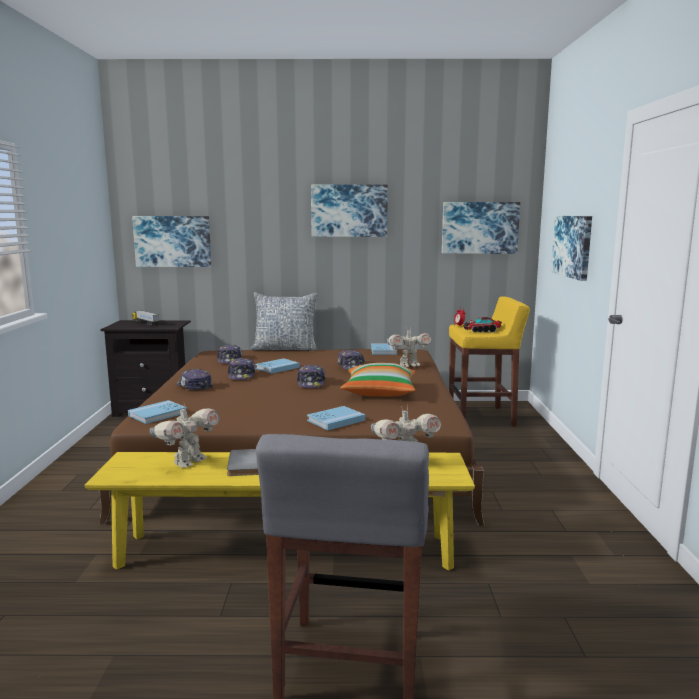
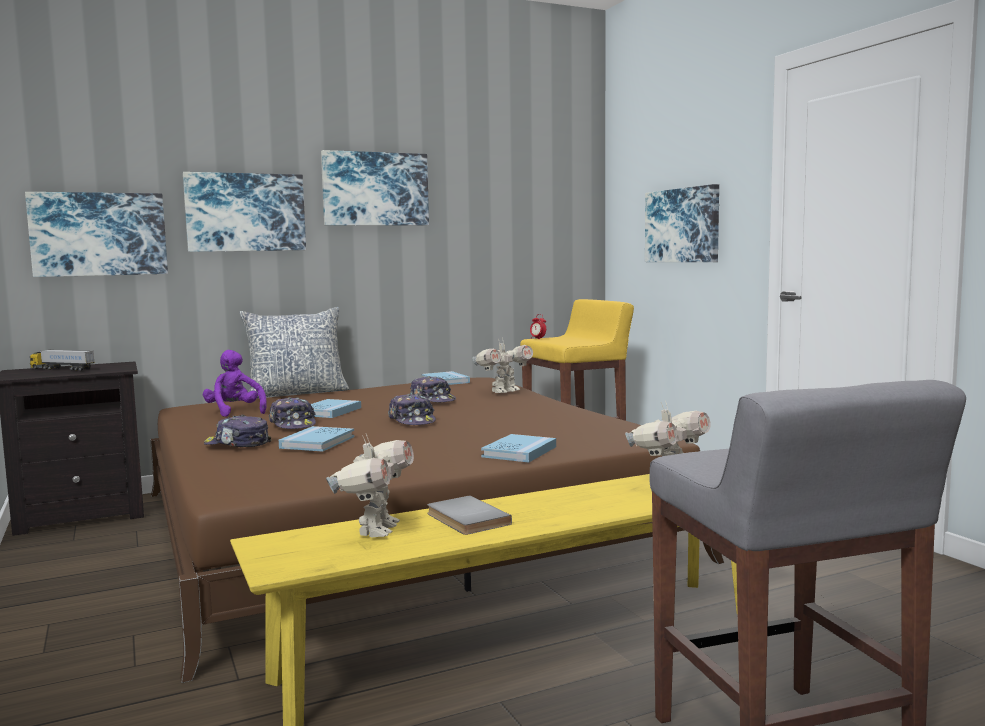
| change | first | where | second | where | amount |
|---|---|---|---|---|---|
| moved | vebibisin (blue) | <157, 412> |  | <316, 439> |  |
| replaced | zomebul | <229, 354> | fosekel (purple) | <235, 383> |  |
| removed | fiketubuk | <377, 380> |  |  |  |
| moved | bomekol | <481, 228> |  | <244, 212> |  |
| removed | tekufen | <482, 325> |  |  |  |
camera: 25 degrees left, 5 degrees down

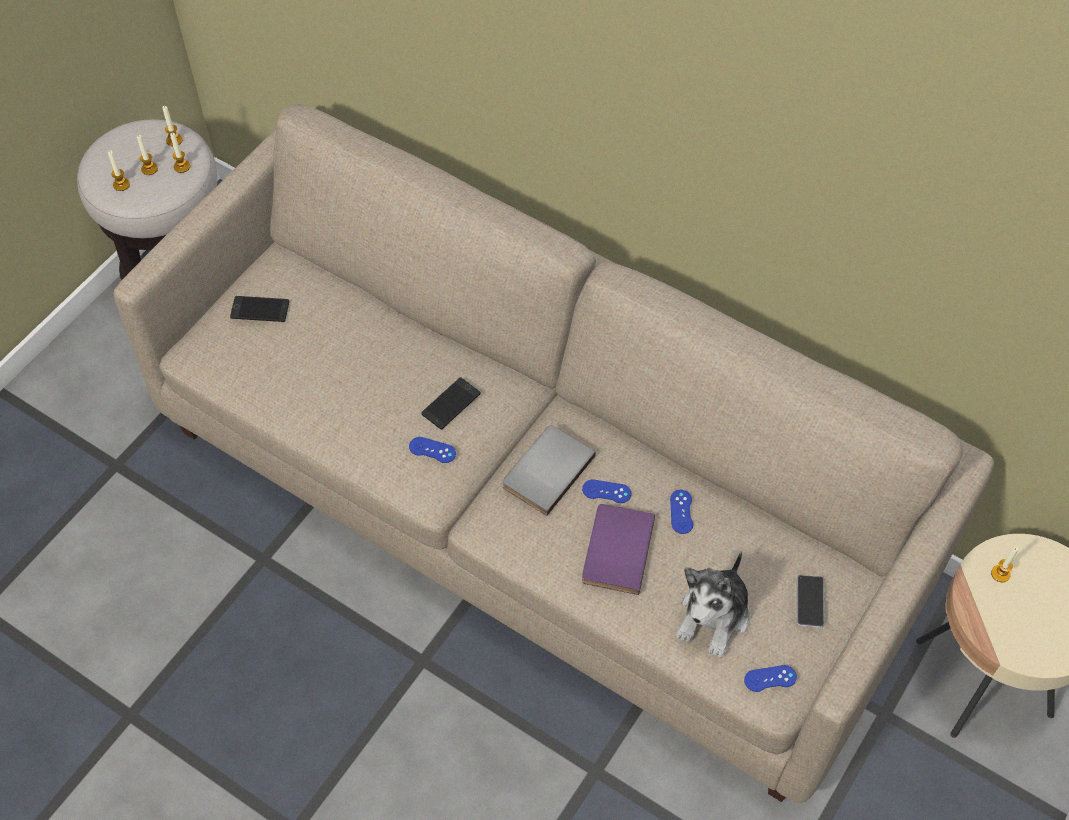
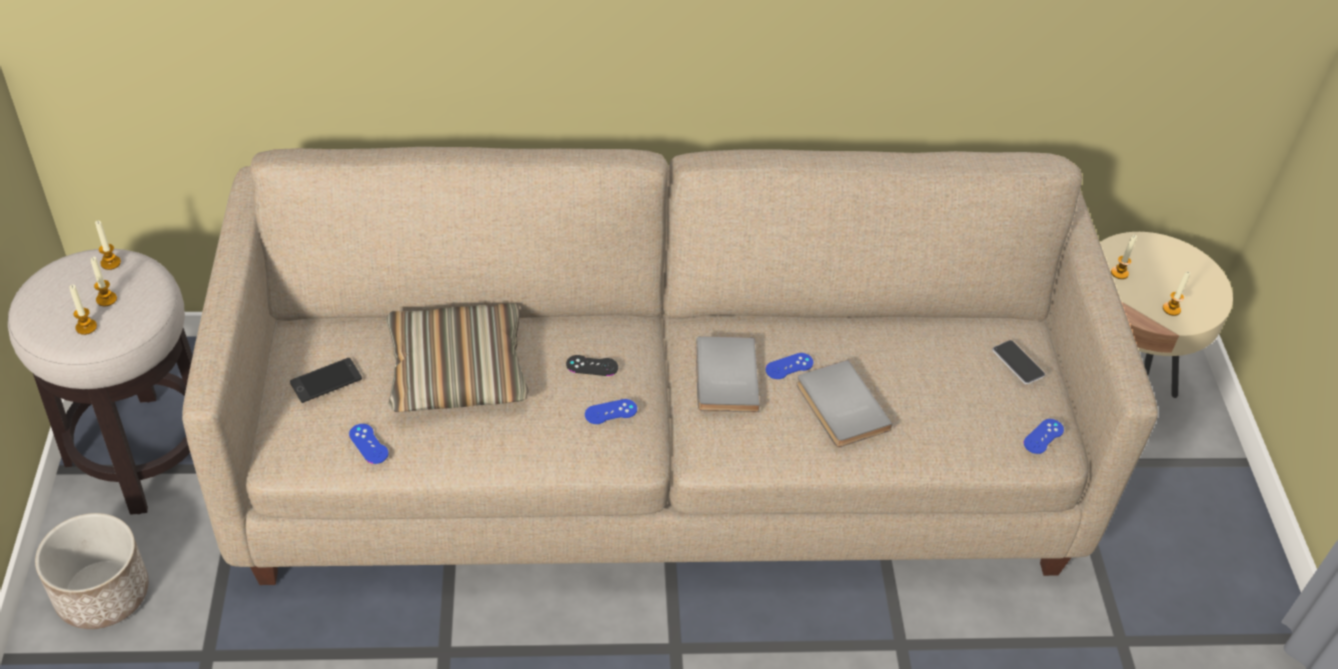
| change | first | where | second | where | amount |
|---|---|---|---|---|---|
| moved | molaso | <180, 153> |  | <1177, 293> |  |
| replaced | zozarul | <451, 403> | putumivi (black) | <592, 365> |  |
| recoloured | vebibisin (purple) | <618, 549> | vebibisin (grey) | <845, 403> |  |
| moved | putumivi (blue) | <681, 512> |  | <369, 444> |  |
| removed | fosekel | <713, 604> |  |  |  |
| added |  |  | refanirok | <92, 571> |  |
| added |  |  | fiketubuk | <457, 357> |  |
camera: 40 degrees left, 10 degrees down

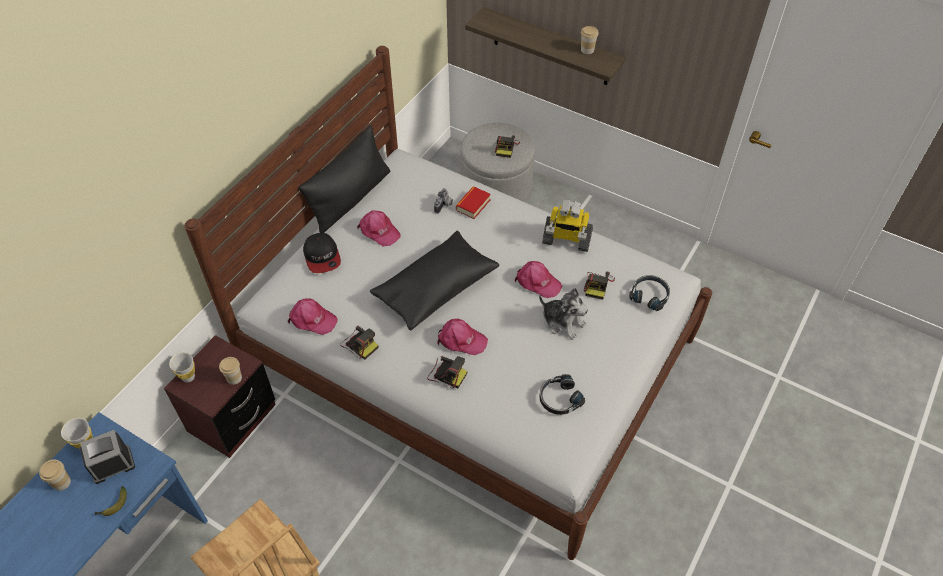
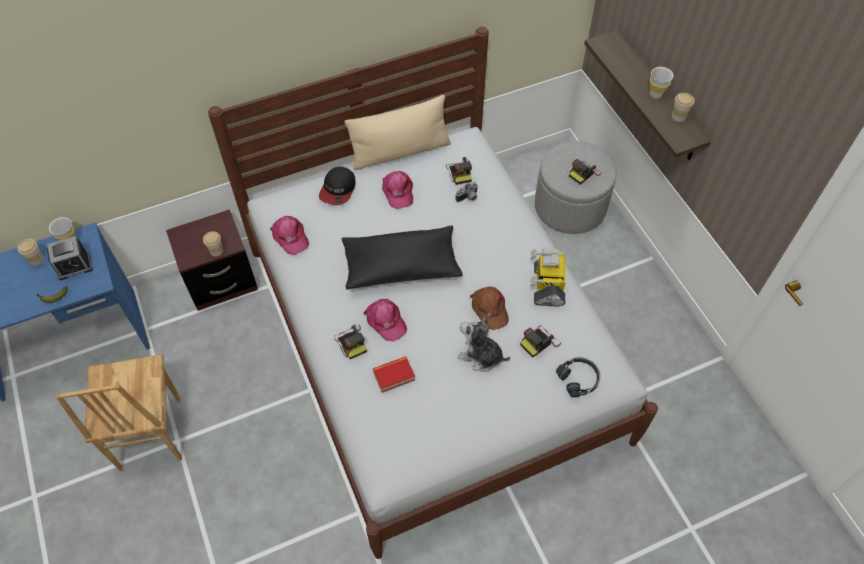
| change | first | where | second | where | amount |
|---|---|---|---|---|---|
| turned | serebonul | <107, 457> |  | <70, 258> | 150 degrees clockwise |
| moved | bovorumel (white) | <182, 367> |  | <662, 83> |  |
| recoloured | fiketubuk (black) | <344, 179> | fiketubuk (beige) | <397, 132> |  |
| moved | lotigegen | <359, 342> |  | <459, 171> |  |
| moved | vebibisin | <473, 203> |  | <394, 374> |  |
| recoloured | zomebul (pink) | <539, 279> | zomebul (brown) | <489, 308> |  |
| turned | fosekel | <563, 314> |  | <484, 343> | 135 degrees clockwise |
| removed | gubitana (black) | <562, 394> |  |  |  |
| turned | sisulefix | <567, 226> |  | <547, 278> | 45 degrees clockwise |
camera: 35 degrees right, 5 degrees up

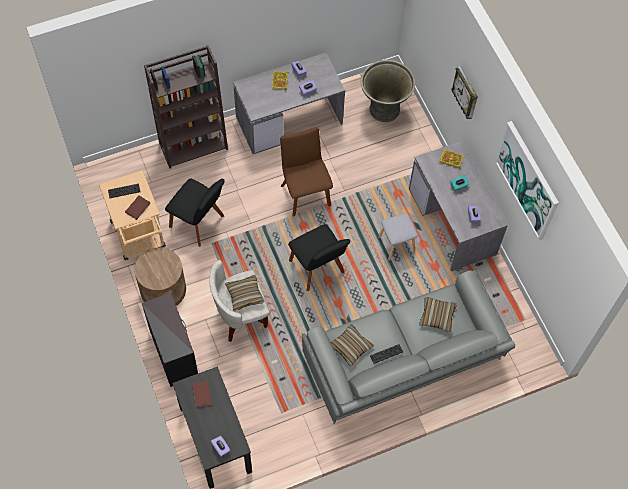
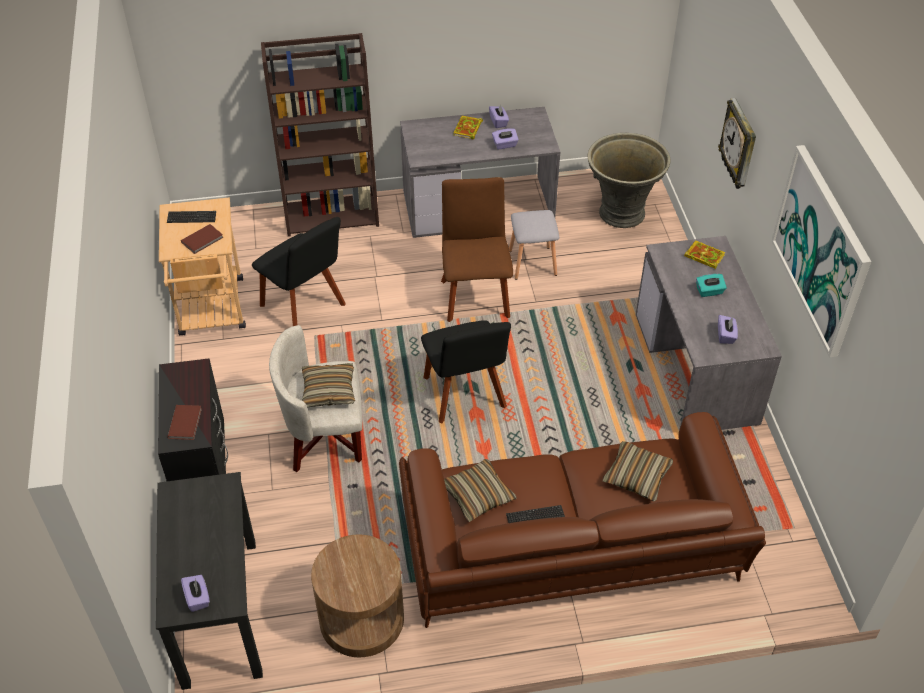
| change | first | where | second | where | amount |
|---|---|---|---|---|---|
| moved | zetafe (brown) | <160, 277> |  | <357, 596> |  |
| moved | vebibisin (brown) | <201, 394> |  | <184, 422> |  |
| recoloured | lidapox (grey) | <408, 347> | lidapox (brown) | <582, 520> |  |
| moved | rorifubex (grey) | <398, 237> |  | <534, 245> |  |
camera: 15 degrees right, 15 degrees down

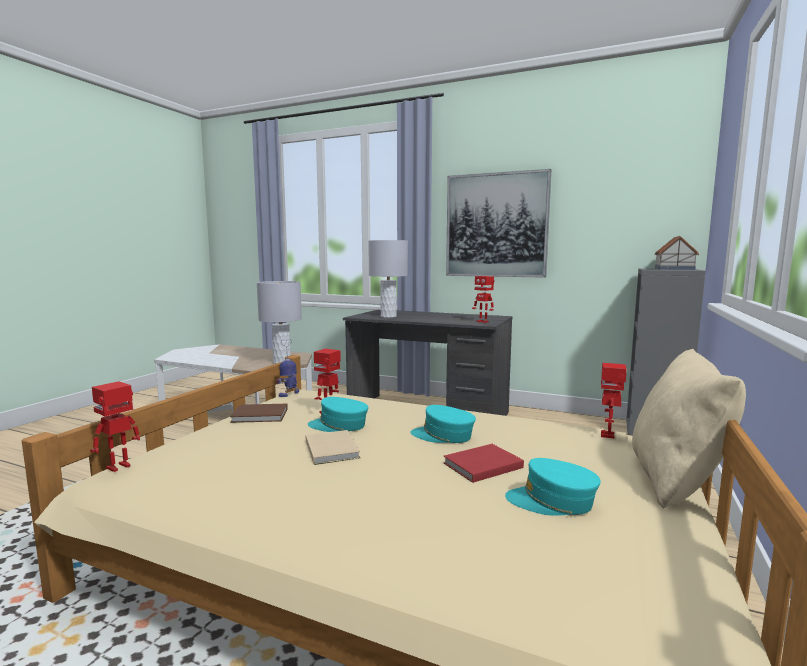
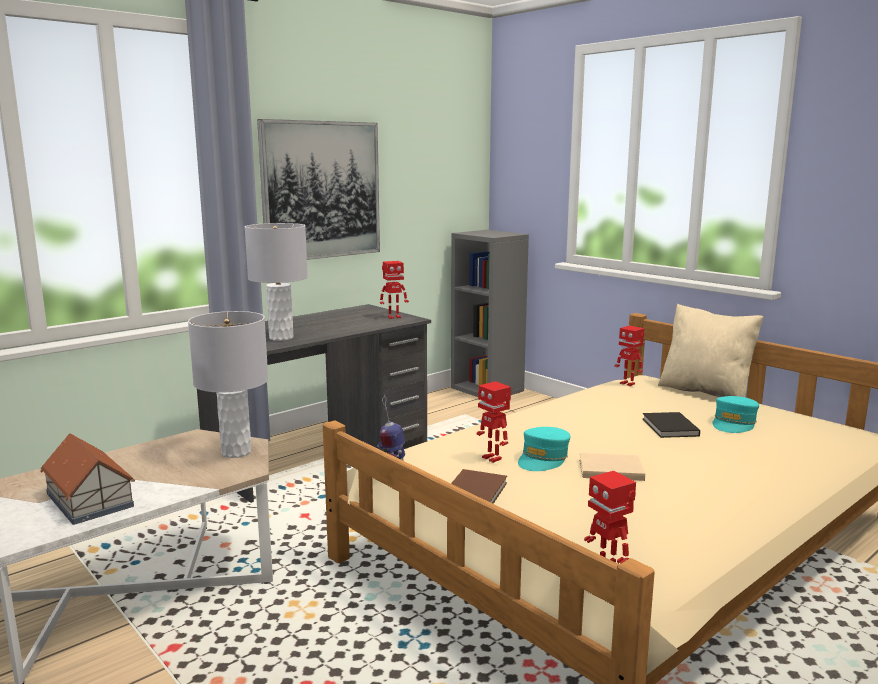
| change | first | where | second | where | amount |
|---|---|---|---|---|---|
| removed | zomebul (turquoise) | <443, 424> |  |  |  |
| recoloured | vebibisin (red) | <484, 463> | vebibisin (black) | <671, 425> |  |
| moved | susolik | <676, 253> |  | <87, 479> |  |
camera: 65 degrees left, 5 degrees up

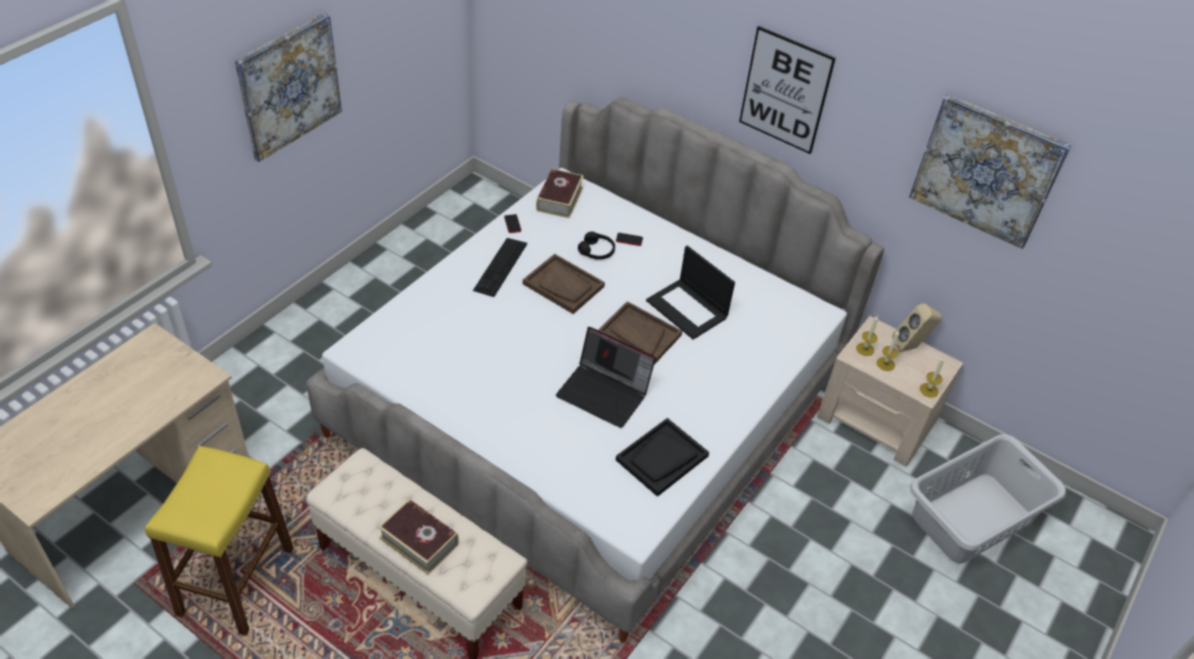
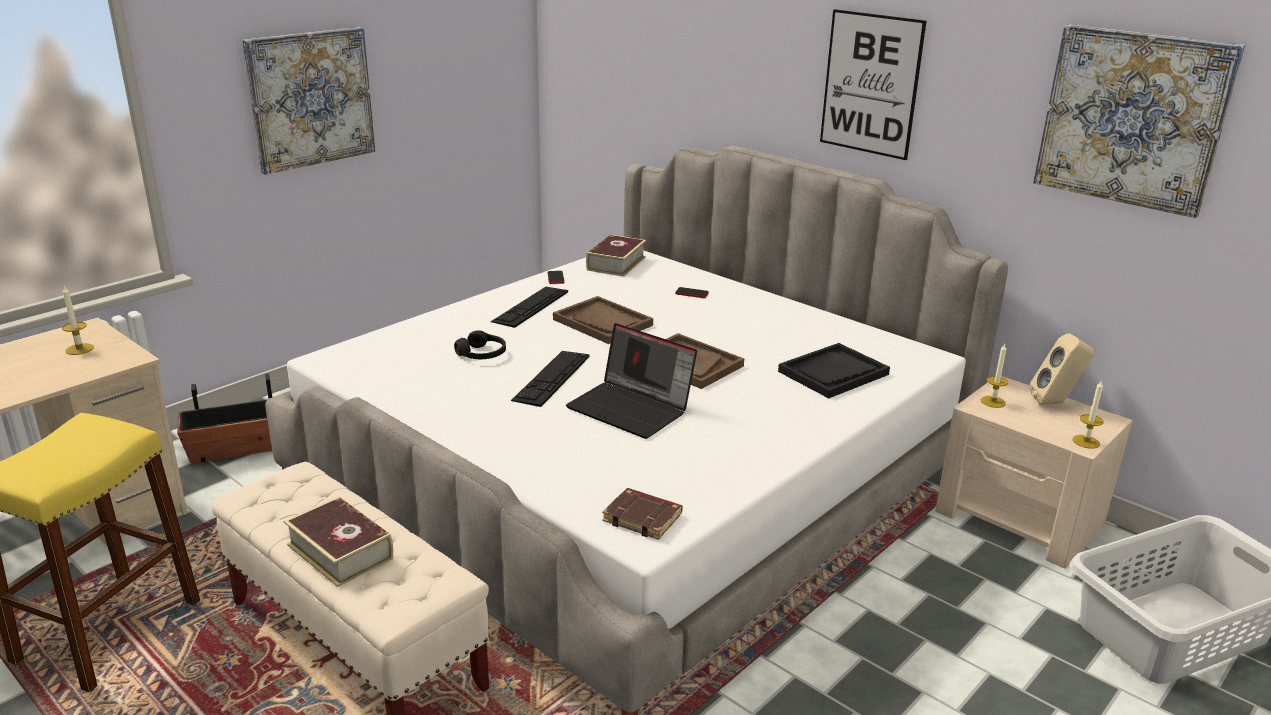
| change | first | where | second | where | amount |
|---|---|---|---|---|---|
| moved | gubitana (black) | <596, 246> |  | <480, 344> |  |
| moved | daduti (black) | <662, 457> |  | <834, 370> |  |
| removed | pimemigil | <690, 292> |  |  |  |
| moved | molaso | <888, 350> |  | <78, 320> |  |
| added |  |  | refanirok | <224, 418> |  |
| added |  |  | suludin | <550, 379> |  |
| added |  |  | vebibisin (brown) | <642, 514> |  |
camera: 10 degrees right, 20 degrees down

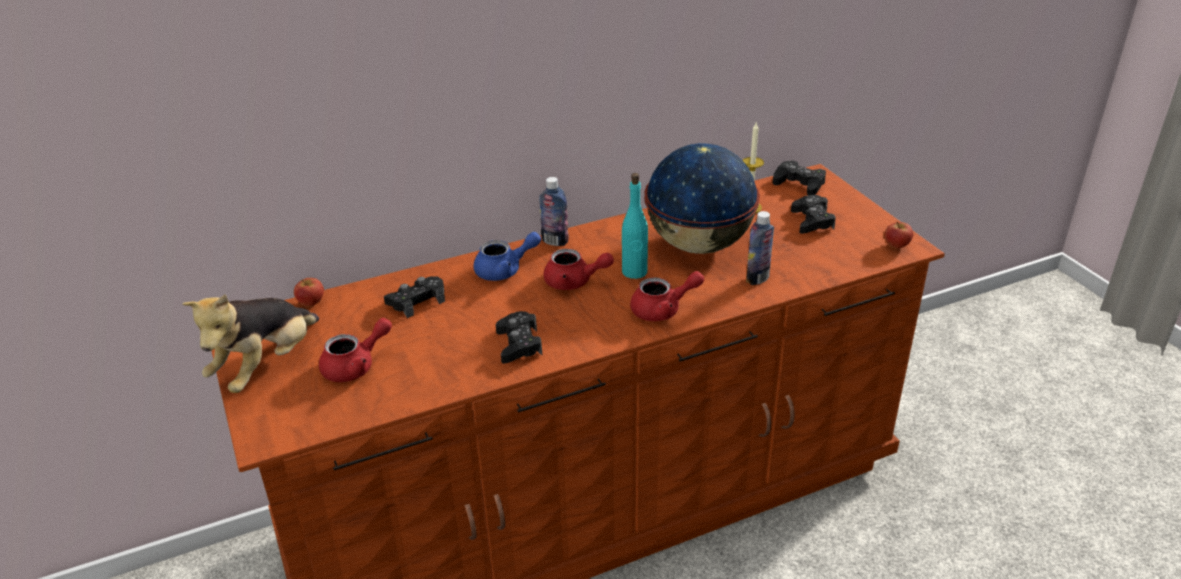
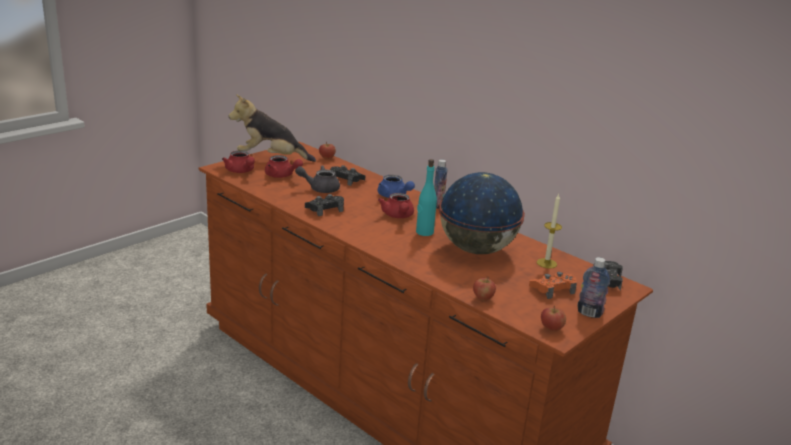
| change | first | where | second | where | amount |
|---|---|---|---|---|---|
| moved | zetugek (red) | <667, 296> |  | <238, 162> |  |
| moved | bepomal | <760, 248> |  | <594, 287> |  |
| recoloured | putumivi (black) | <813, 214> | putumivi (orange) | <553, 285> |  |
| added |  |  | zetugek (grey) | <317, 179> |  |
| added |  |  | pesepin | <484, 289> |  |
camera: 65 degrees right, 10 degrees down

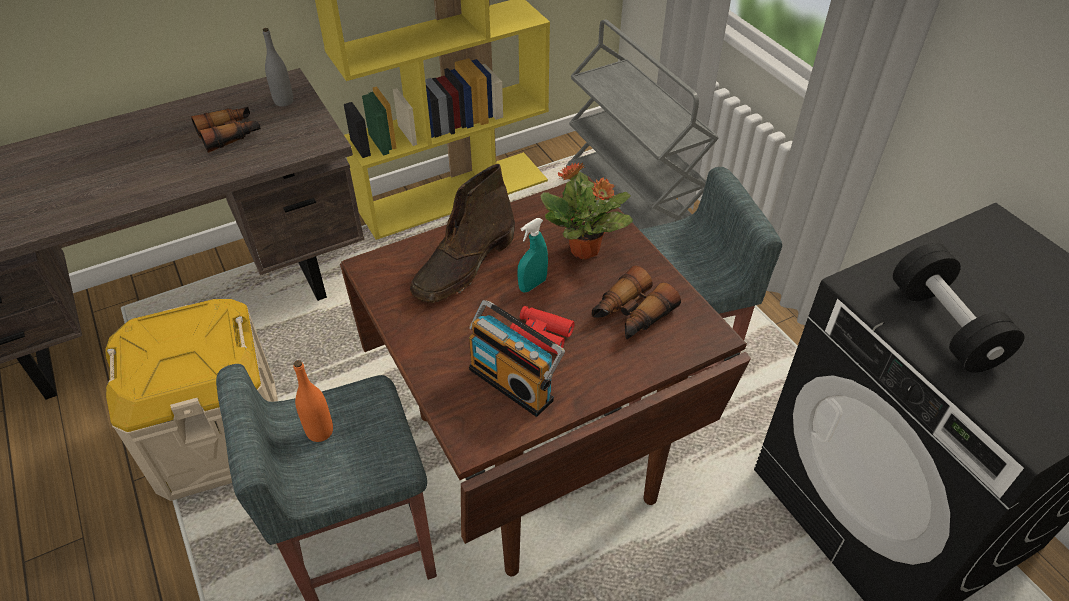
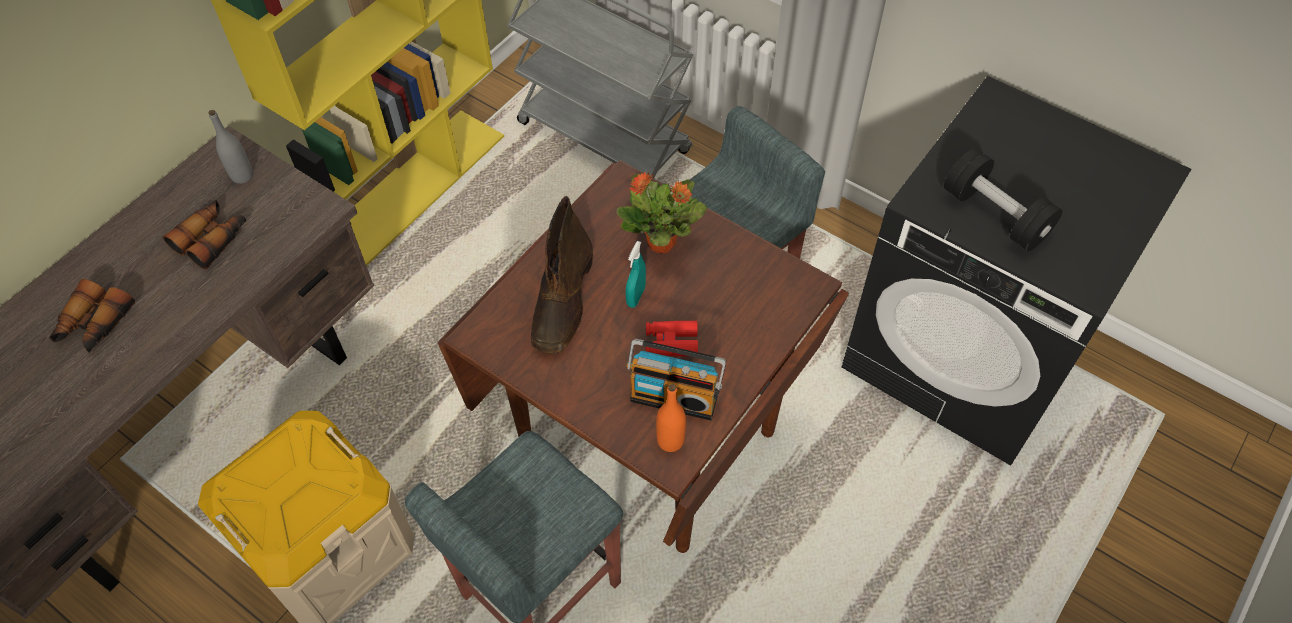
| change | first | where | second | where | amount |
|---|---|---|---|---|---|
| moved | bepomal (orange) | <313, 401> |  | <671, 418> |  |
| moved | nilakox | <636, 302> |  | <92, 316> |  |
camera: 25 degrees left, 10 degrees up

